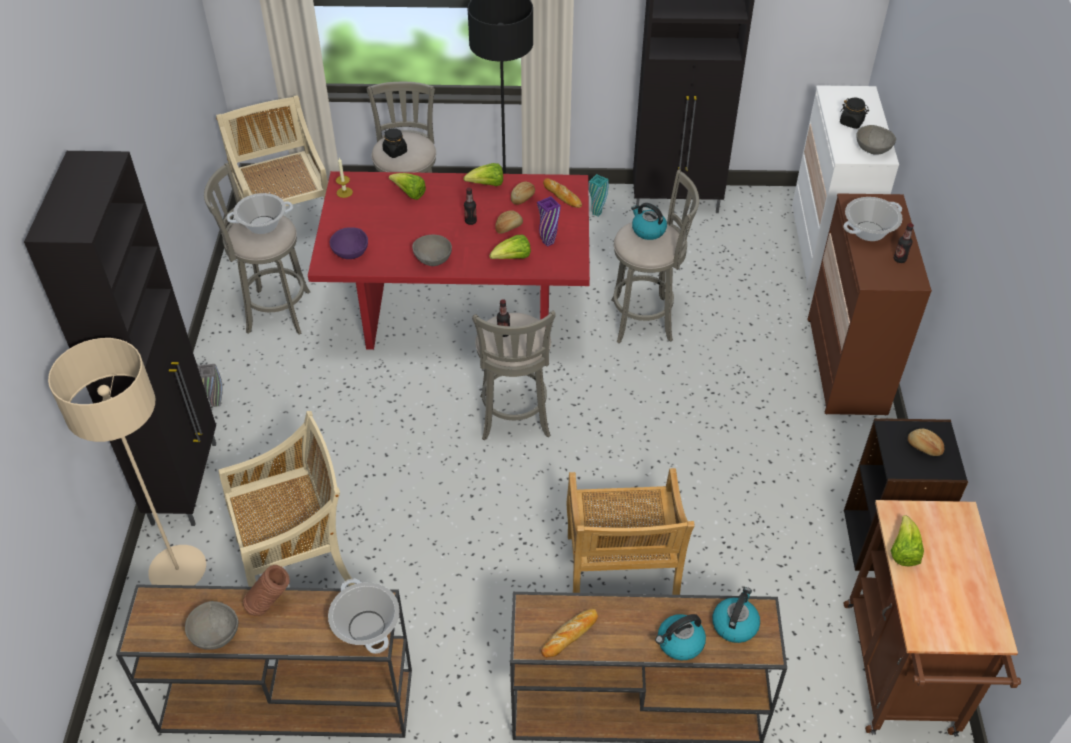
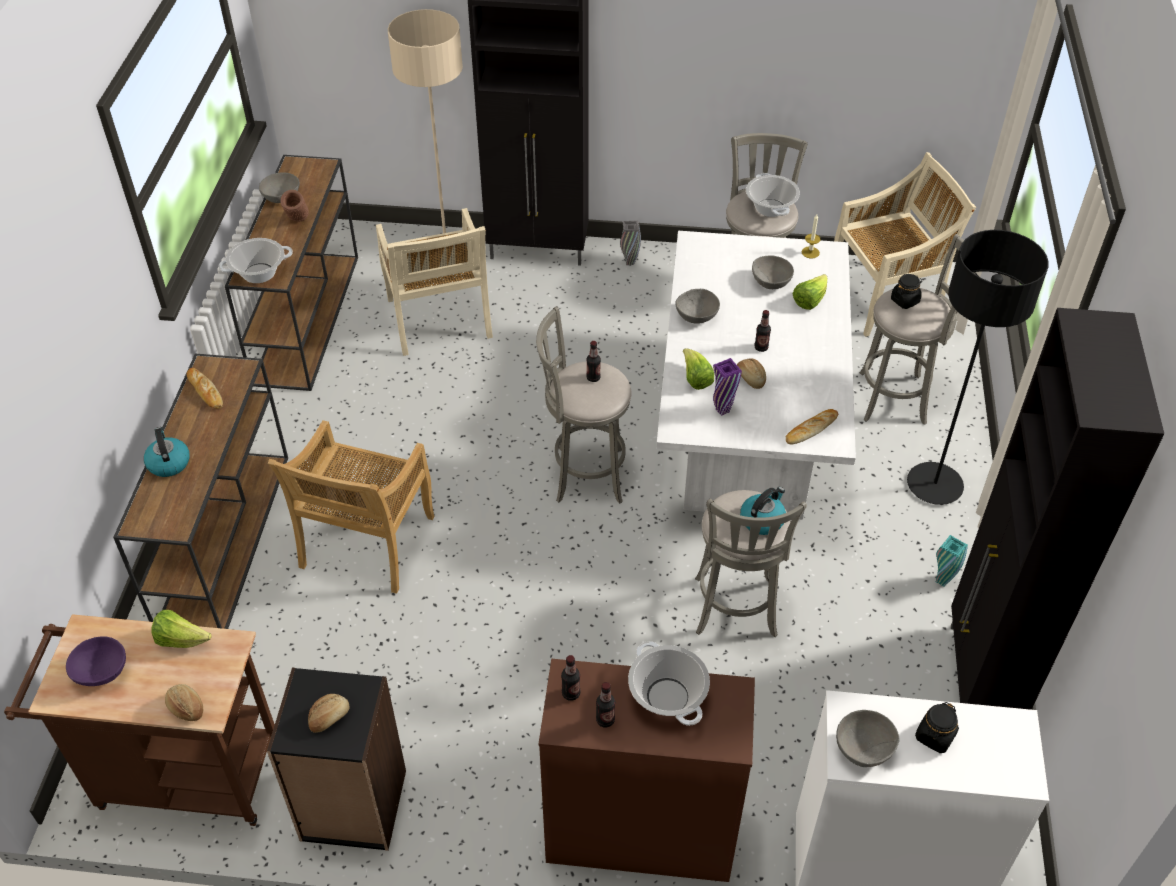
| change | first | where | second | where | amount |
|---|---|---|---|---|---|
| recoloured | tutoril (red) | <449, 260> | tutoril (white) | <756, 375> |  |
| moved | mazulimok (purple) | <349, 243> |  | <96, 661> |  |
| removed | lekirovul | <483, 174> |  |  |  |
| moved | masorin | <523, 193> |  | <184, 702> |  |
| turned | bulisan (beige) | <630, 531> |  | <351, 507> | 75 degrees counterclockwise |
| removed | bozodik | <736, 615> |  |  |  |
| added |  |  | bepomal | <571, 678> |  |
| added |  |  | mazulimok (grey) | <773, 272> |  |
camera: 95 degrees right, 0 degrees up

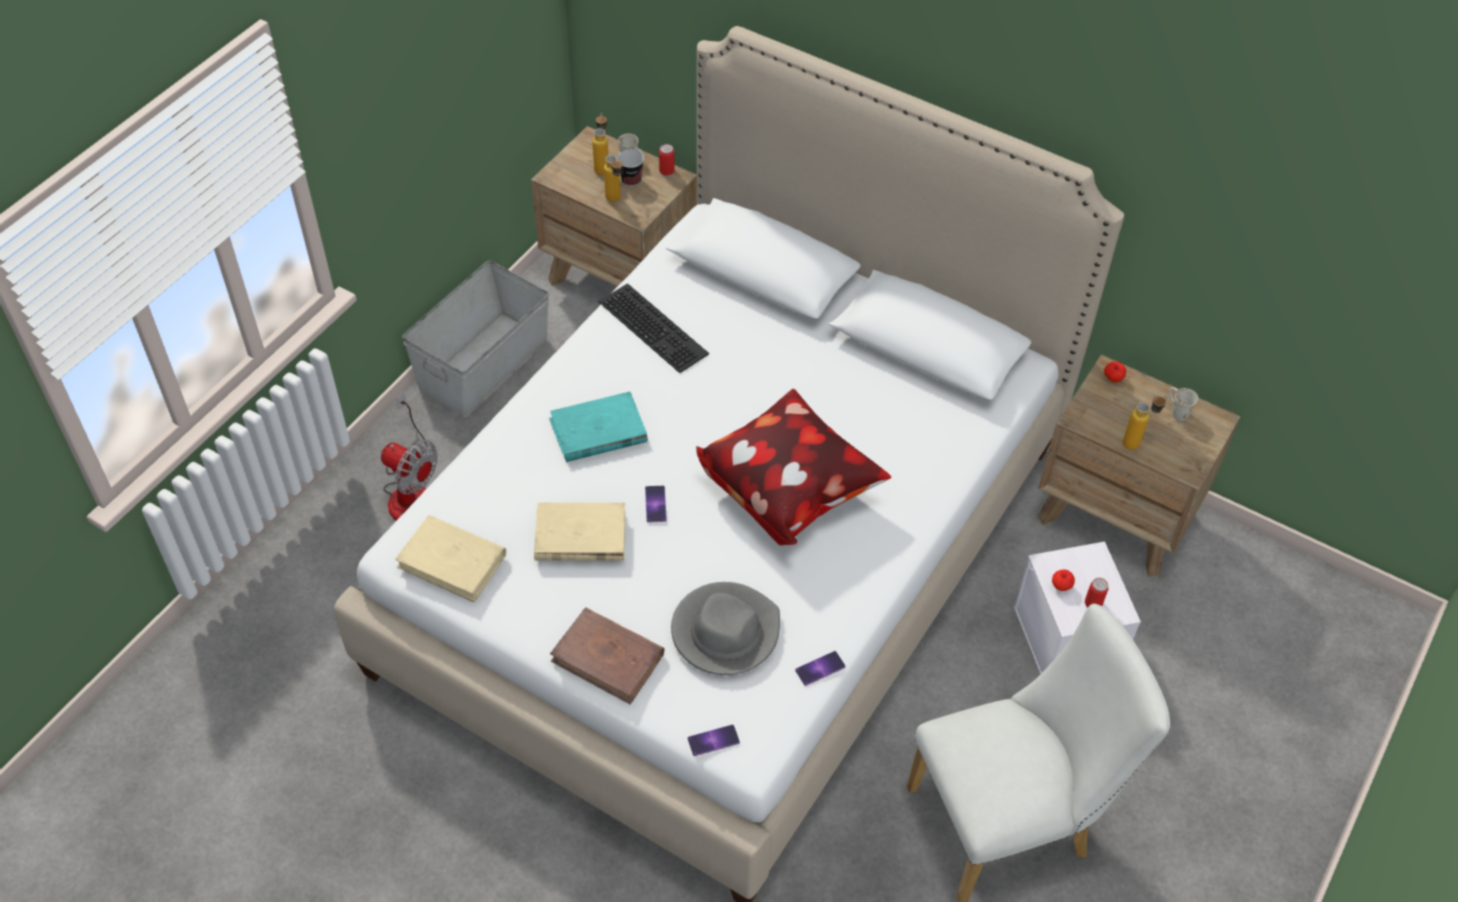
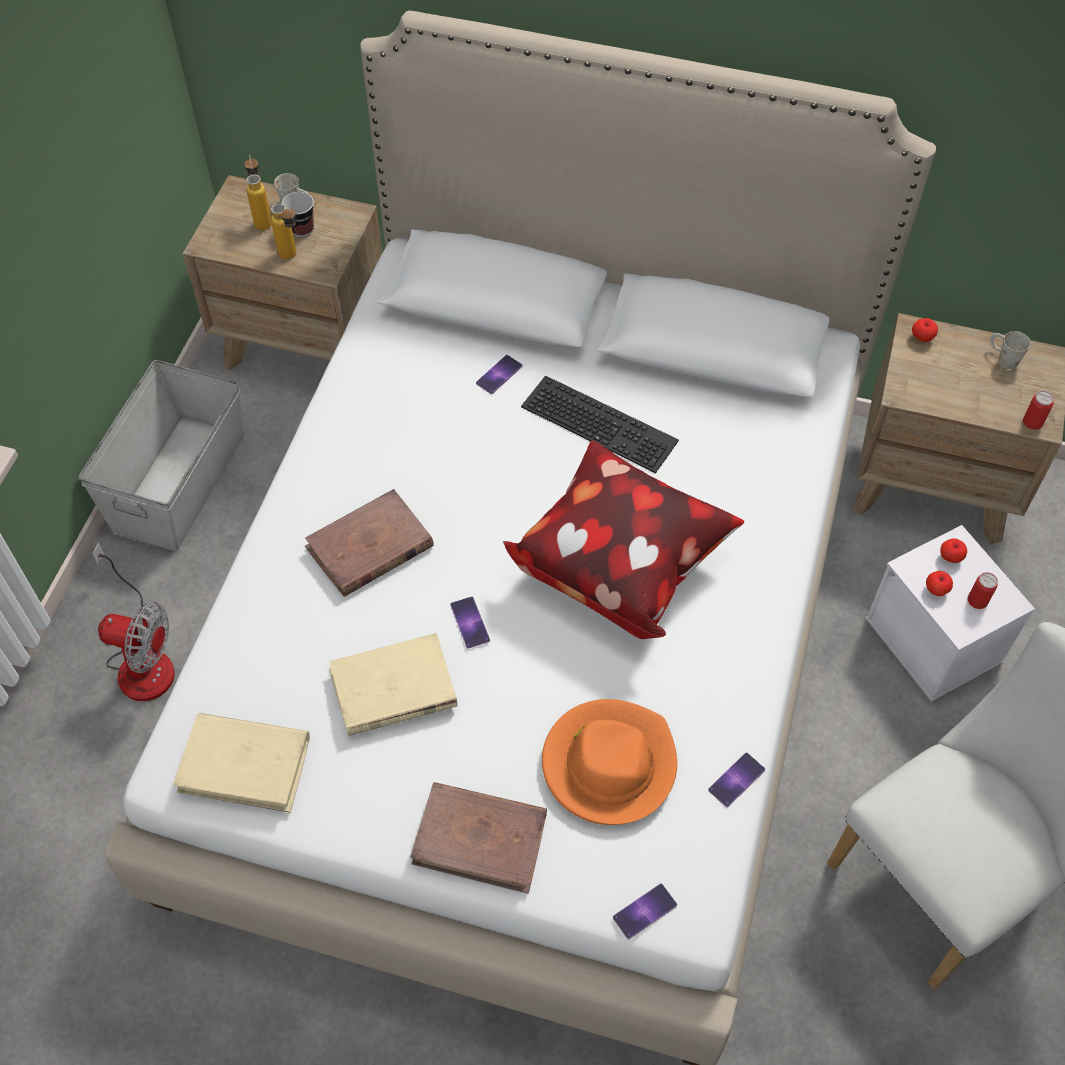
| change | first | where | second | where | amount |
|---|---|---|---|---|---|
| recoloured | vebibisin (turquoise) | <598, 427> | vebibisin (brown) | <369, 543> |  |
| moved | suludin | <654, 328> |  | <600, 424> |  |
| moved | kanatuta | <667, 159> |  | <1038, 410> |  |
| recoloured | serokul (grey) | <725, 628> | serokul (orange) | <609, 762> |  |
| removed | bepomal | <1145, 422> |  |  |  |
| added |  |  | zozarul | <499, 374> |  |
| added |  |  | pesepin | <953, 550> |  |
camera: 15 degrees left, 5 degrees up

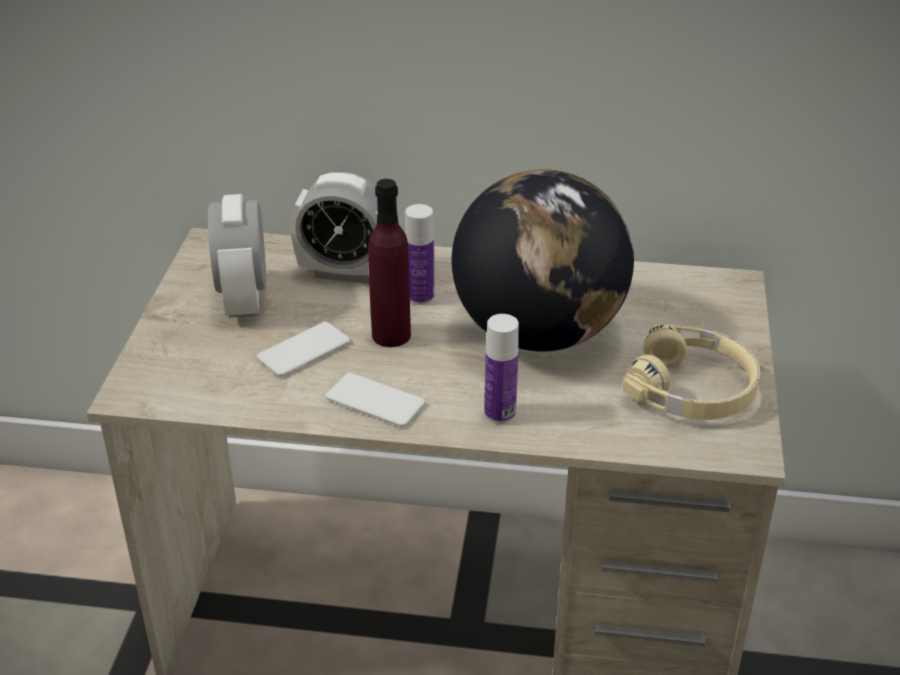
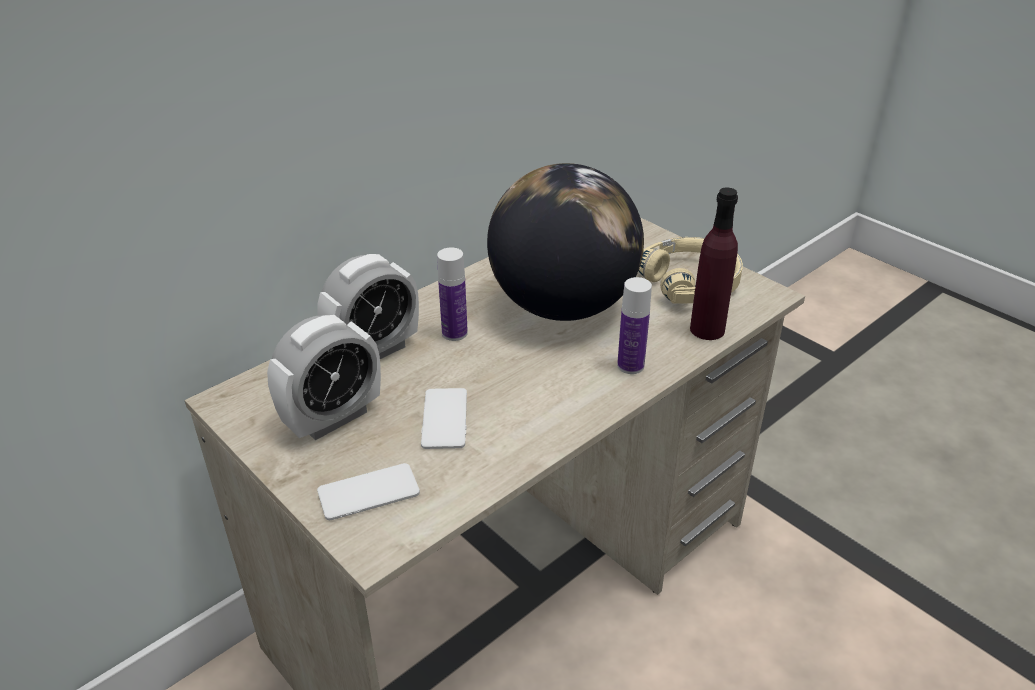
| change | first | where | second | where | amount |
|---|---|---|---|---|---|
| turned | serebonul | <237, 256> |  | <324, 377> | 75 degrees counterclockwise |
| moved | zozarul | <375, 400> |  | <368, 491> |  |
| moved | bepomal (purple) | <389, 263> |  | <714, 264> |  |
camera: 50 degrees left, 0 degrees up

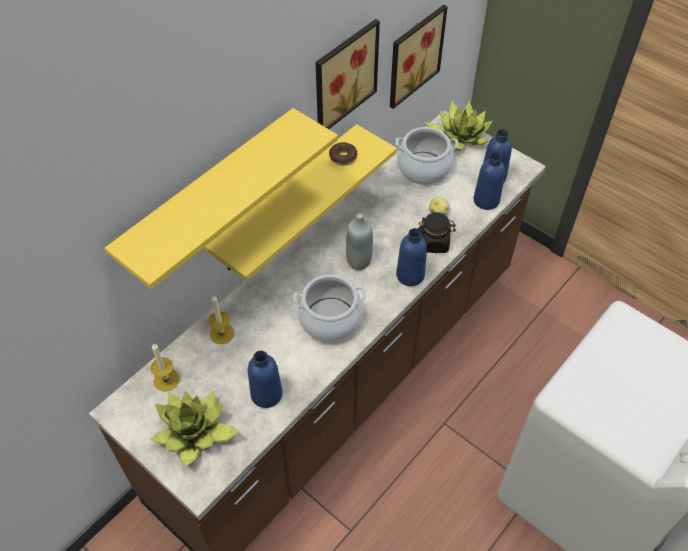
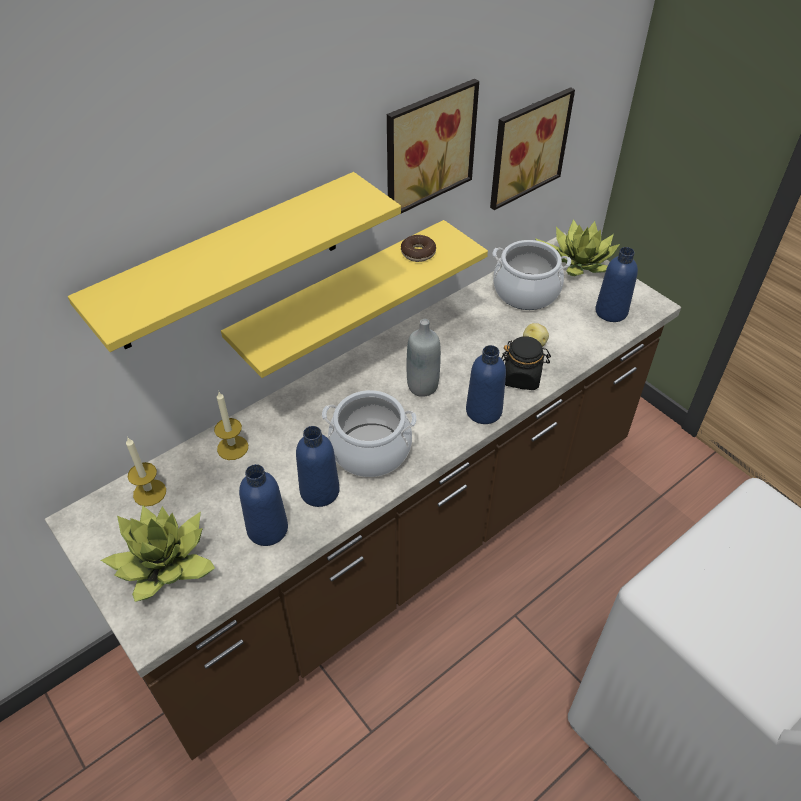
| change | first | where | second | where | amount |
|---|---|---|---|---|---|
| moved | bepomal (blue) | <489, 181> |  | <318, 466> |  |
camera: 10 degrees right, 5 degrees down

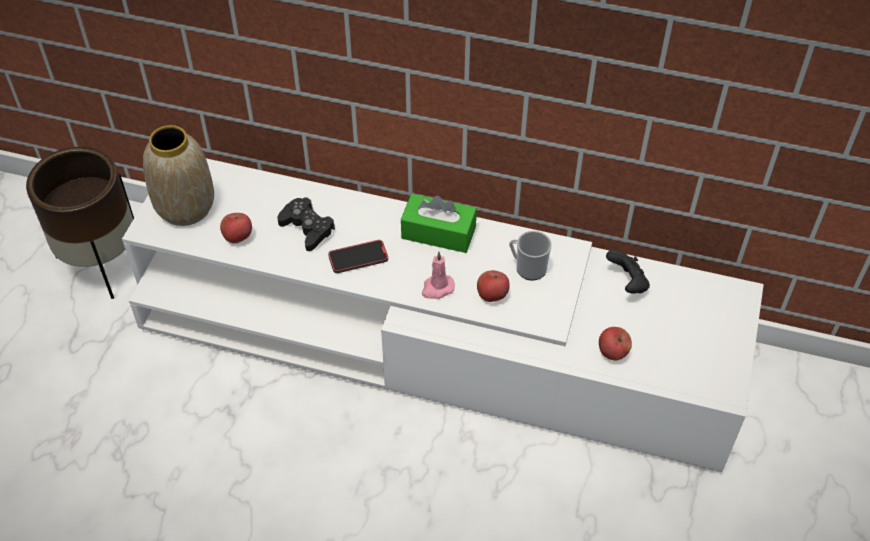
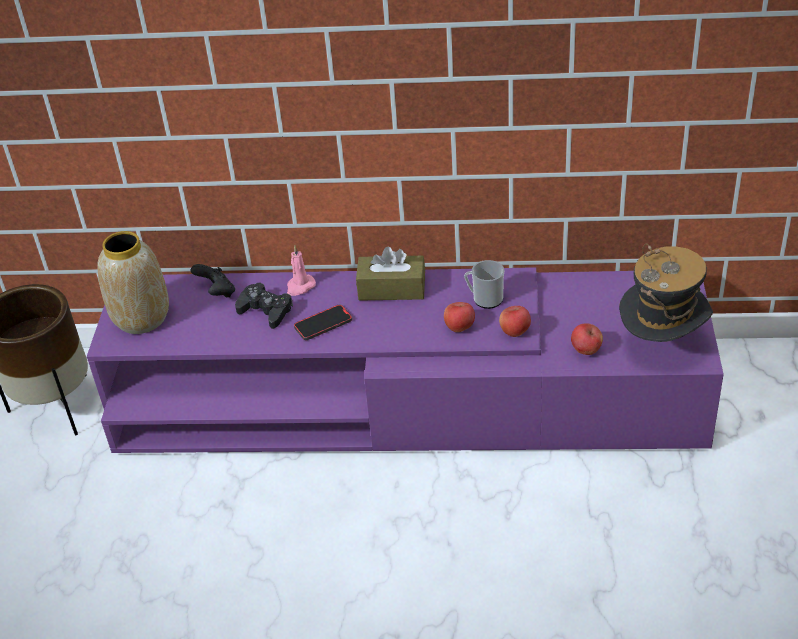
| change | first | where | second | where | amount |
|---|---|---|---|---|---|
| recoloured | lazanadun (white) | <443, 315> | lazanadun (purple) | <405, 360> |  |
| moved | pesepin | <236, 228> |  | <515, 321> |  |
| recoloured | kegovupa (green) | <439, 223> | kegovupa (brown) | <390, 274> |  |
| moved | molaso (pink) | <438, 275> |  | <301, 271> |  |
| moved | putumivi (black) | <628, 272> |  | <213, 281> |  |
| added |  |  | serokul | <666, 292> |  |
camera: 10 degrees left, 10 degrees down

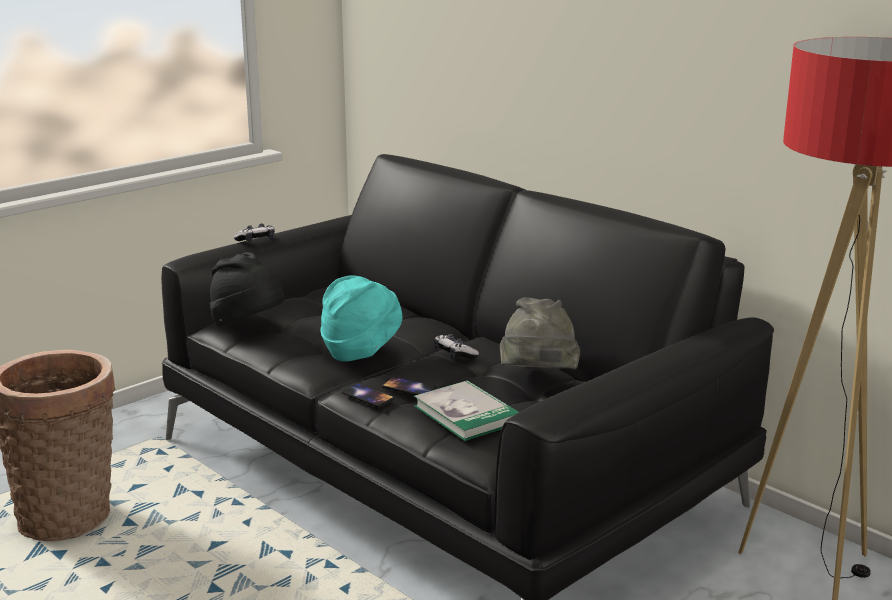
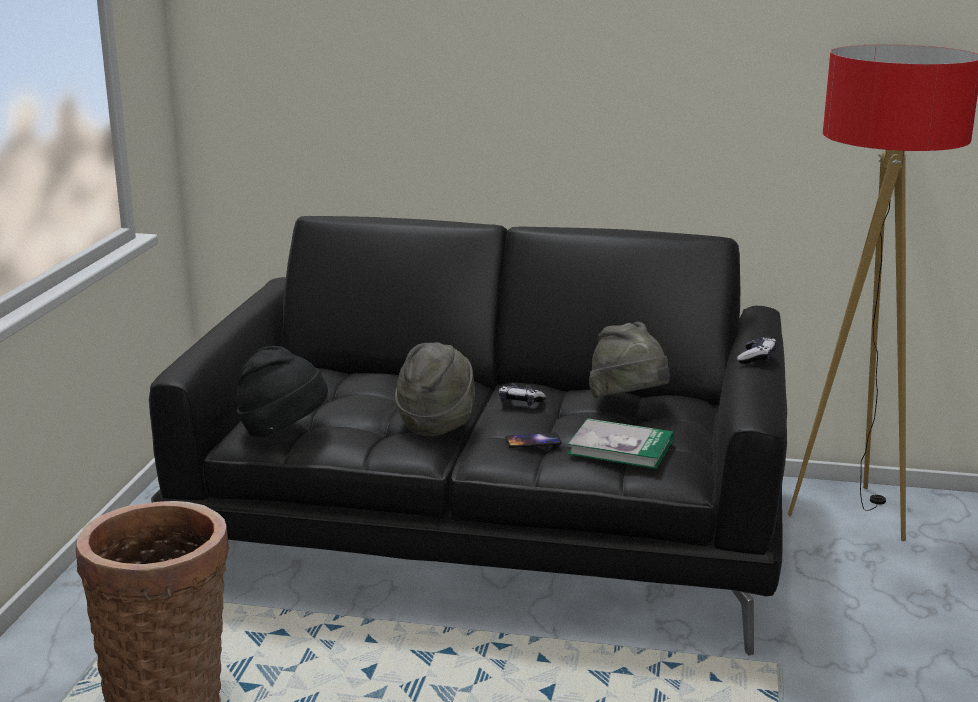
| change | first | where | second | where | amount |
|---|---|---|---|---|---|
| moved | putumivi | <254, 233> |  | <757, 350> |  |
| recoloured | serokul (turquoise) | <361, 318> | serokul (grey) | <434, 389> |  |
| removed | zozarul | <367, 395> |  |  |  |
camera: 35 degrees left, 0 degrees up

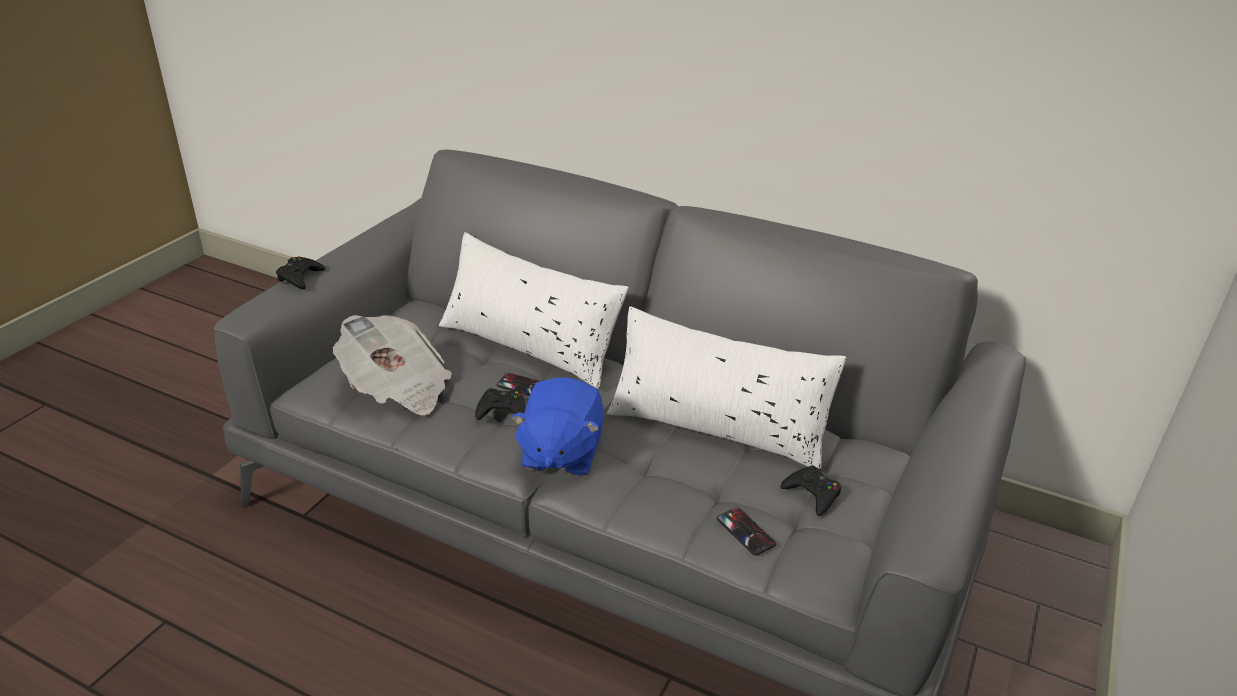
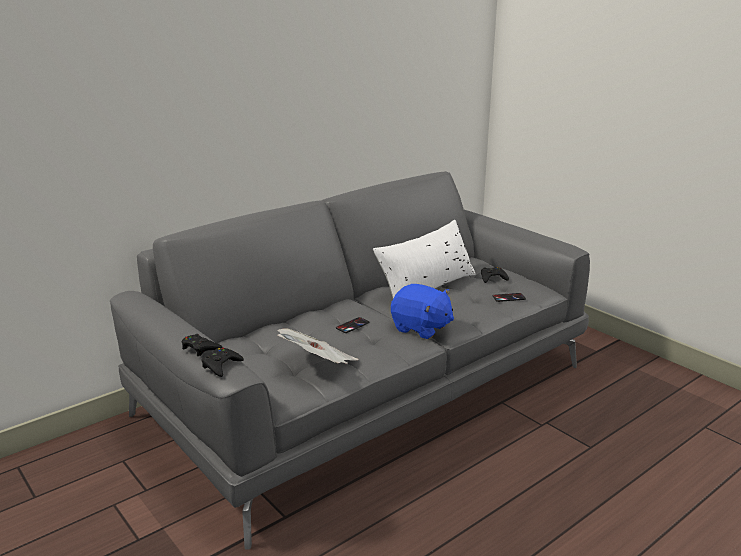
| change | first | where | second | where | amount |
|---|---|---|---|---|---|
| removed | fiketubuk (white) | <534, 310> |  |  |  |
| moved | putumivi (black) | <500, 404> |  | <223, 362> |  |
camera: 65 degrees left, 10 degrees down

